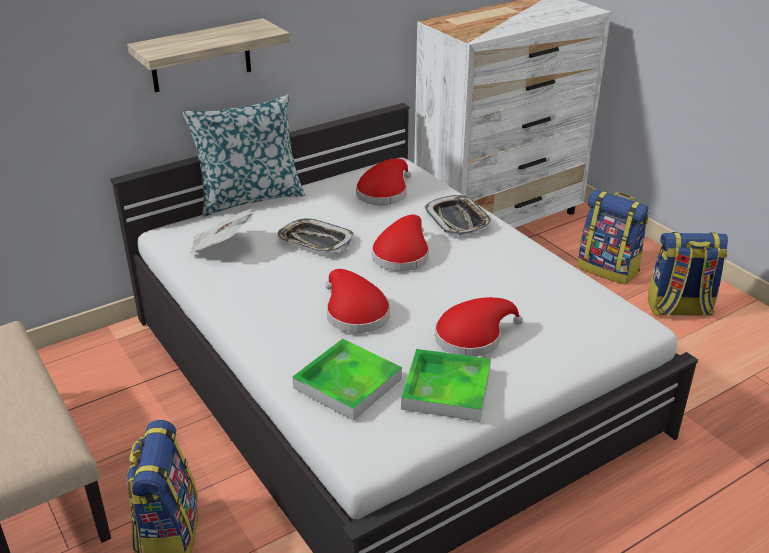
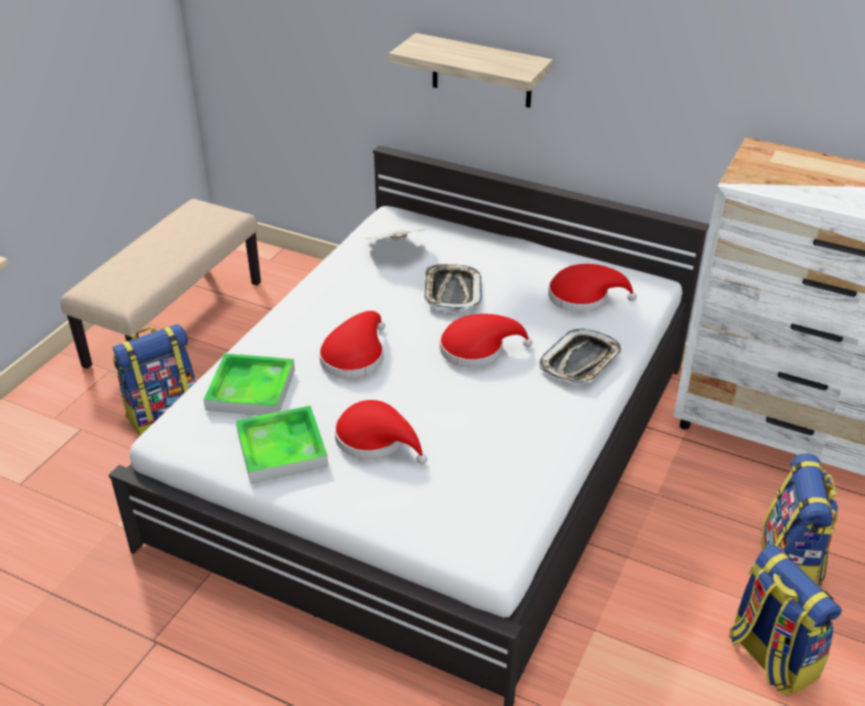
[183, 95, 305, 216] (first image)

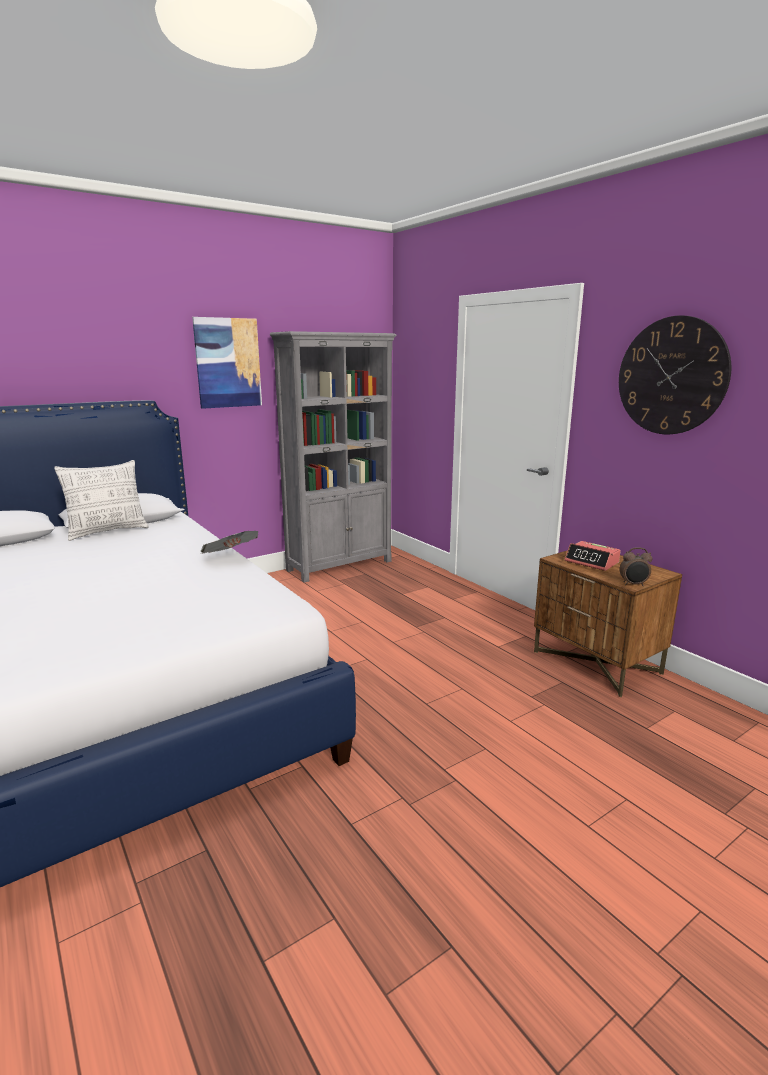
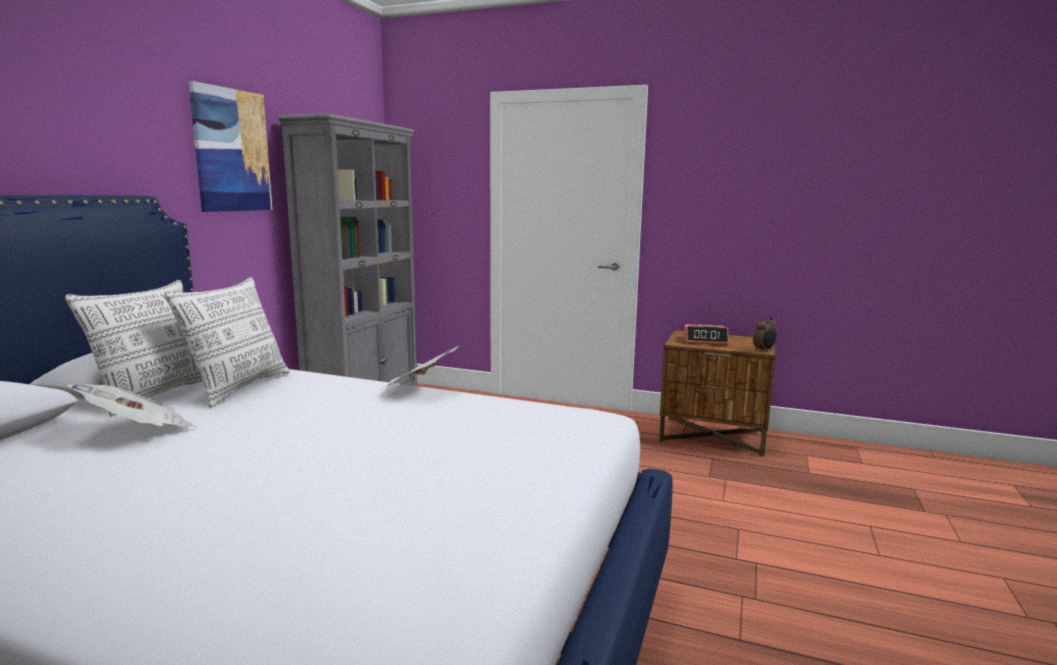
[619, 315, 731, 434] (first image)
[67, 384, 197, 427]
[164, 277, 290, 407]

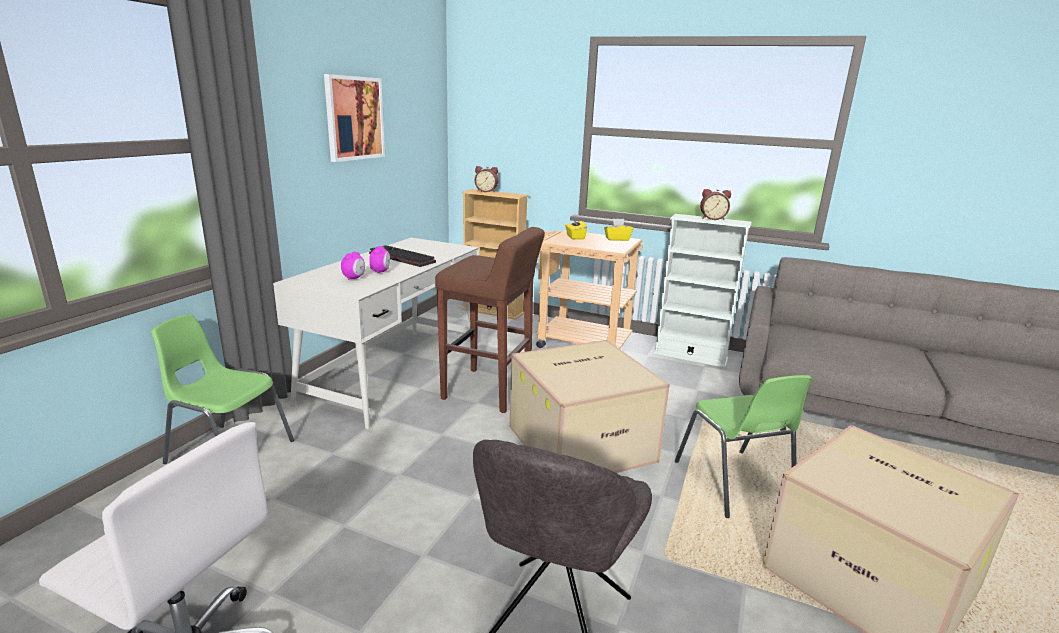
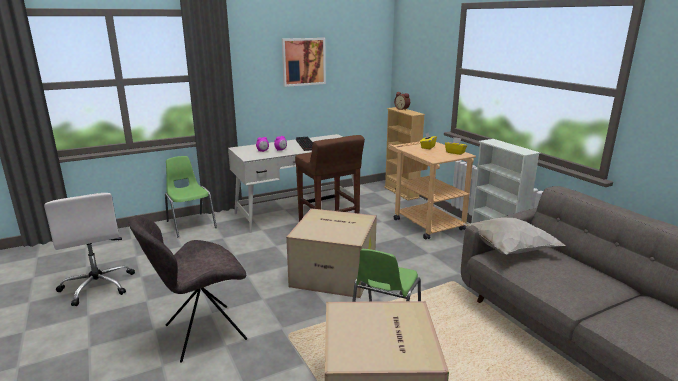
[700, 189, 731, 220] (first image)
[463, 218, 566, 255]

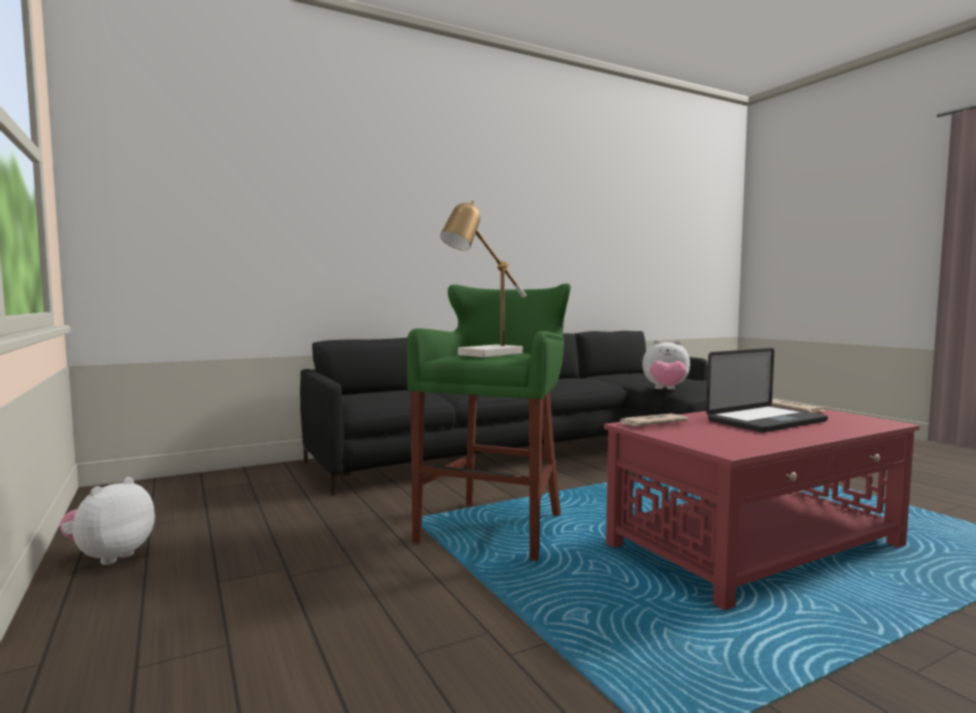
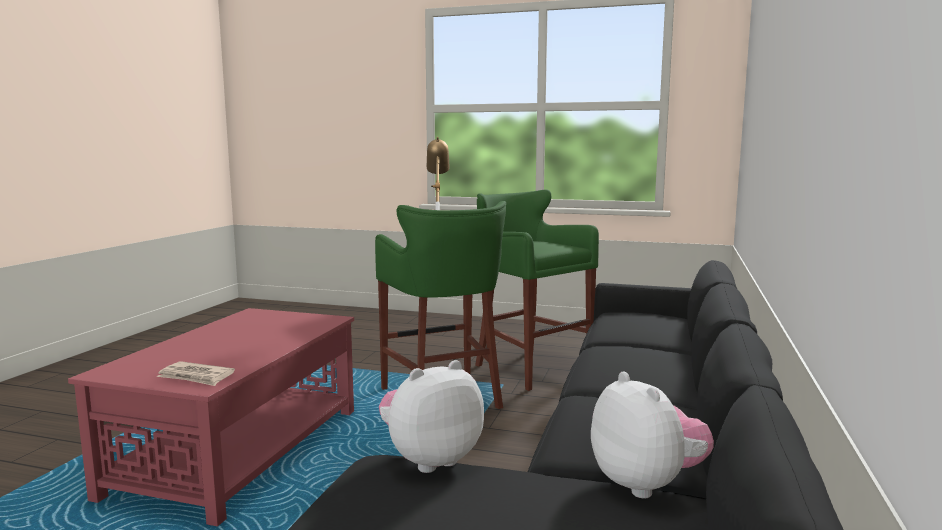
[591, 371, 714, 499]
[617, 413, 689, 426] (first image)
[706, 348, 828, 432] (first image)
[475, 190, 599, 391]

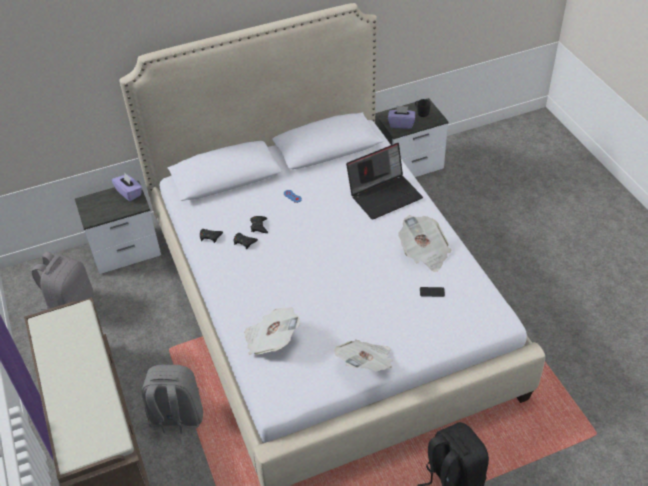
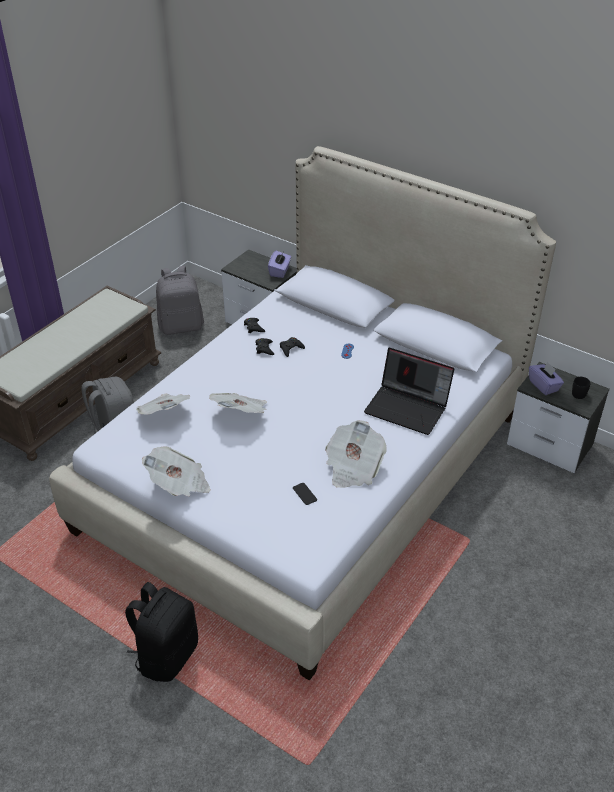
[209, 393, 267, 413]

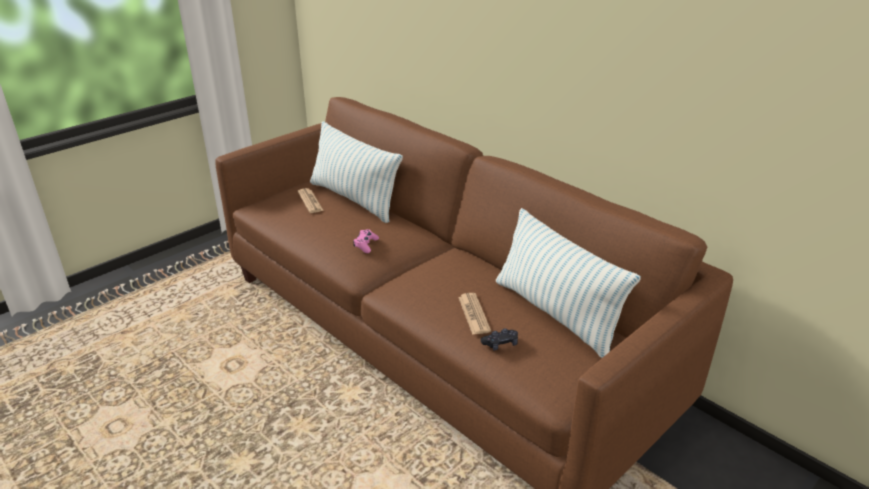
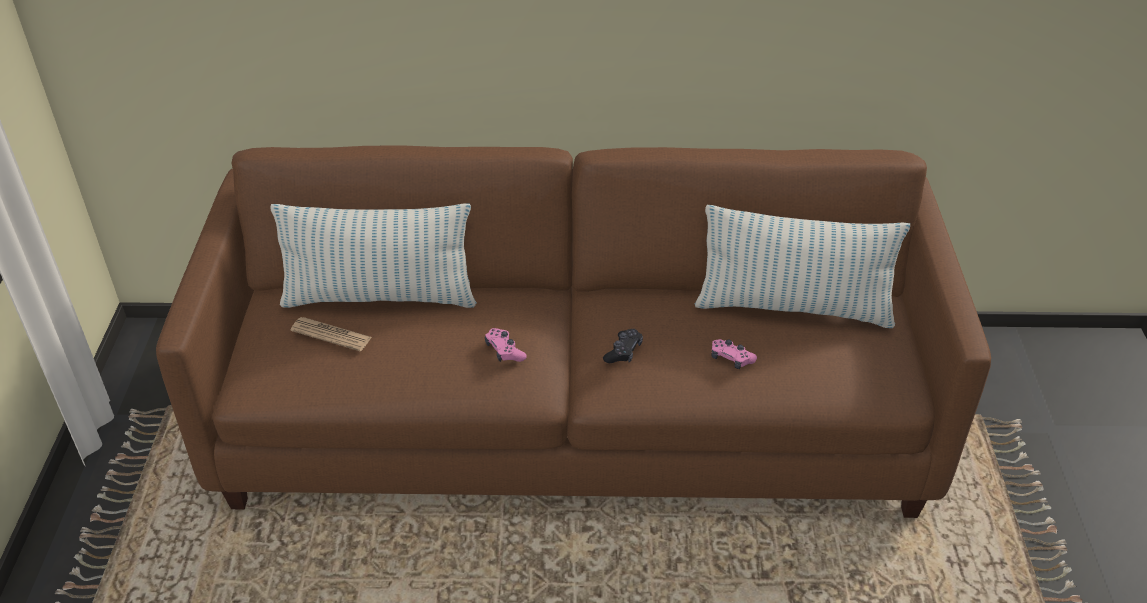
[711, 339, 757, 369]
[603, 329, 643, 363]

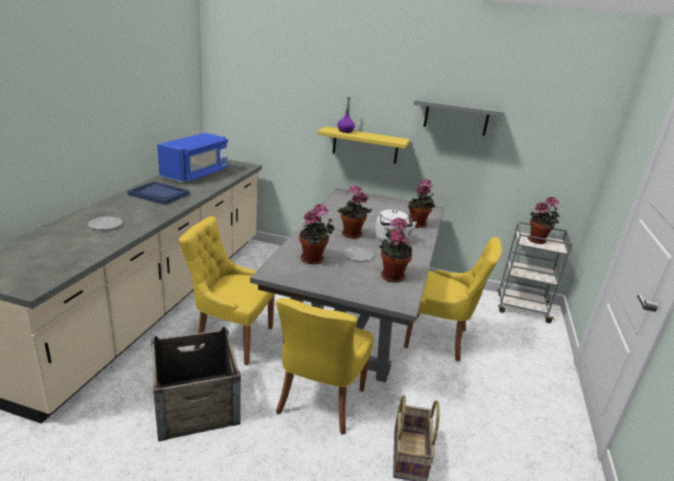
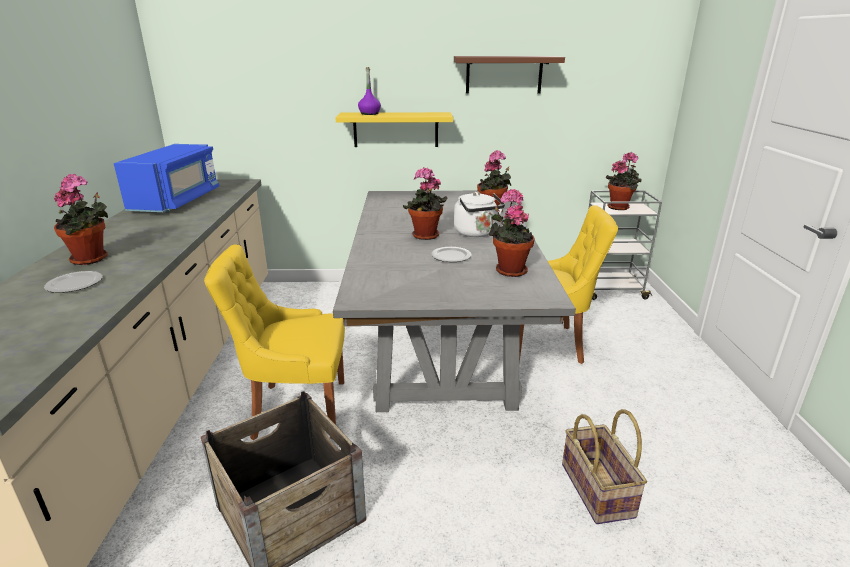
[127, 181, 189, 205] (first image)
[276, 298, 374, 435] (first image)
[54, 173, 108, 265]
[454, 56, 565, 94]

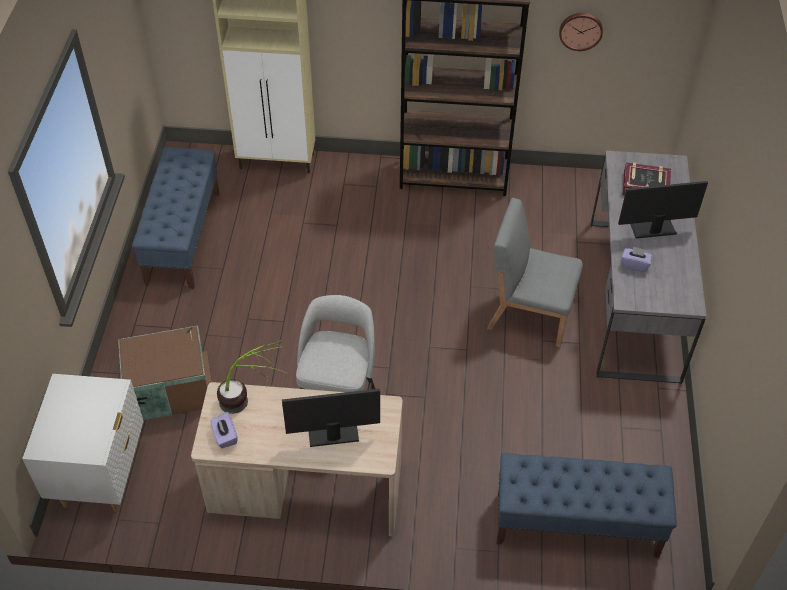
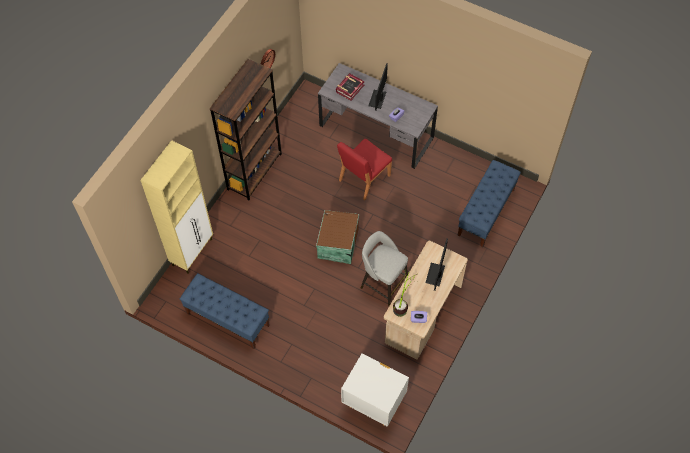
[316, 210, 359, 264]
[337, 139, 392, 200]

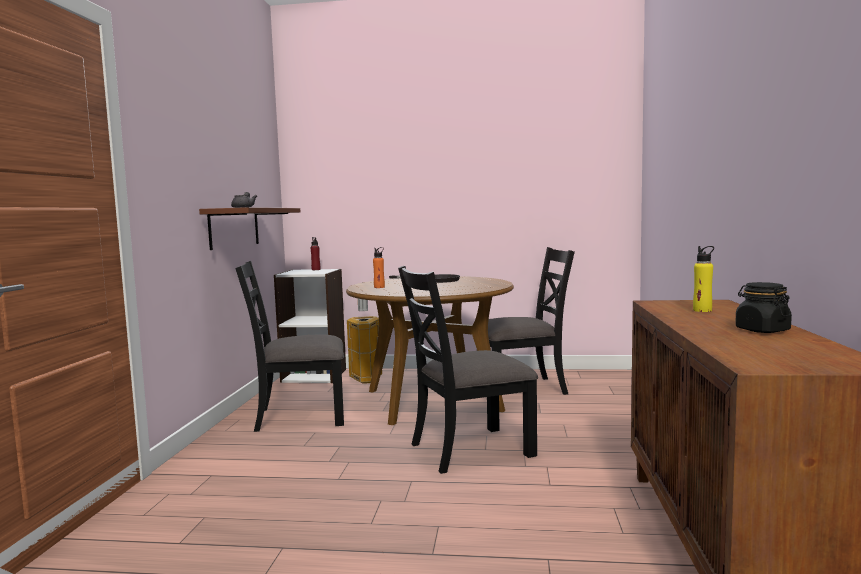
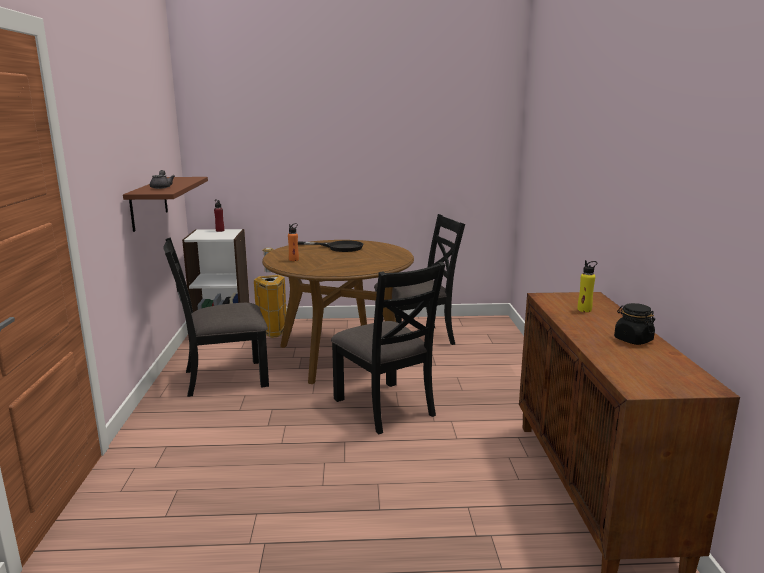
[331, 262, 445, 434]

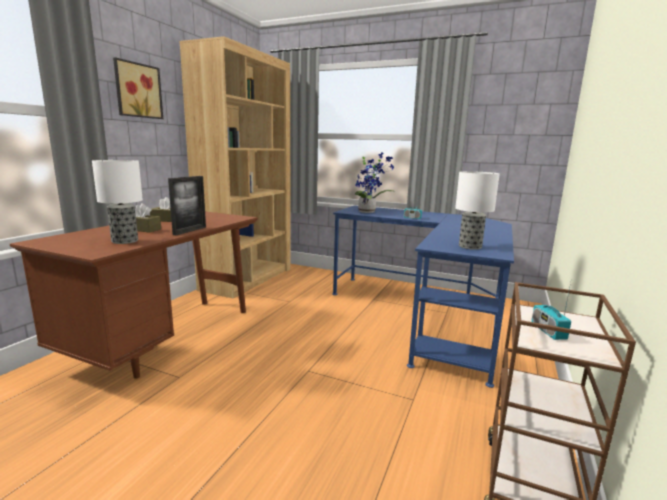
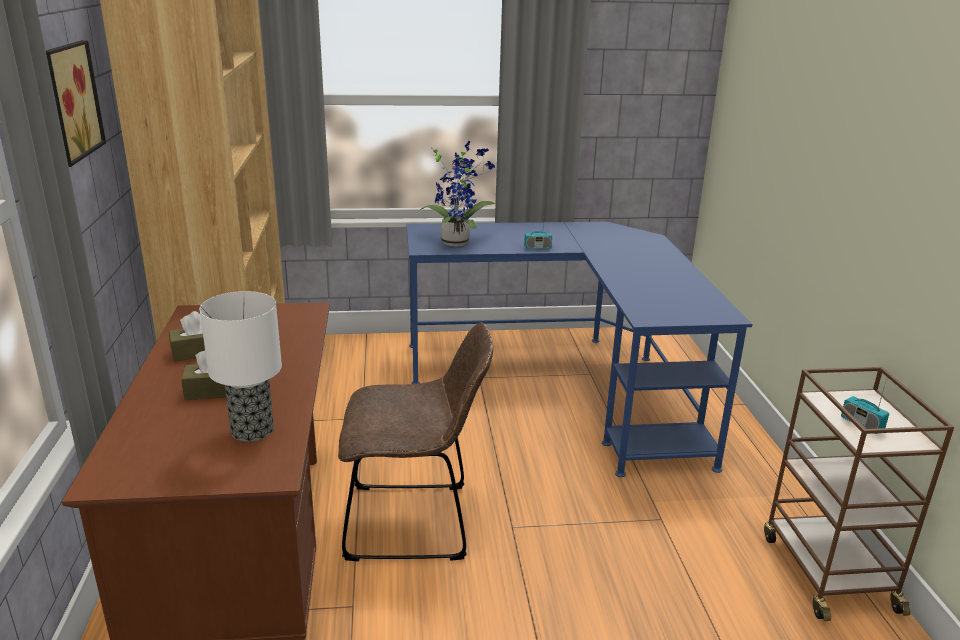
[168, 176, 206, 235] (first image)
[455, 171, 500, 250] (first image)
[338, 322, 493, 561]

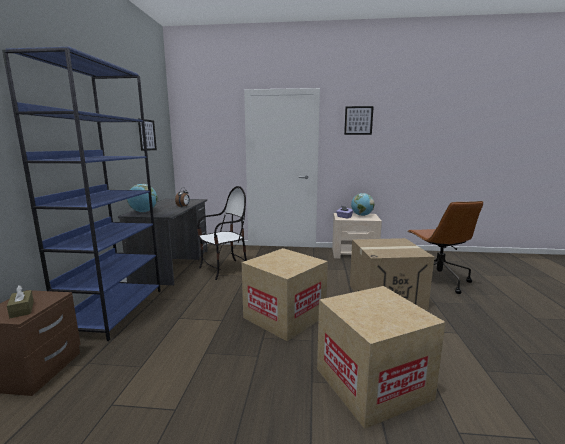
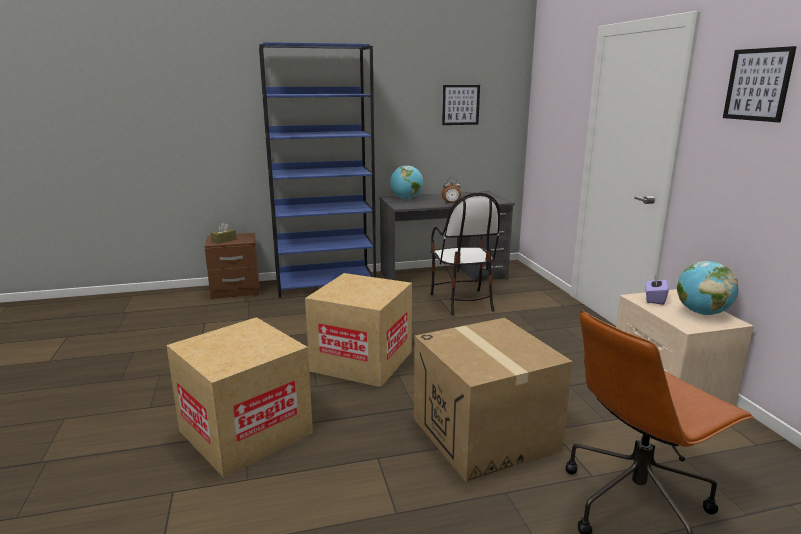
[430, 193, 500, 315]

